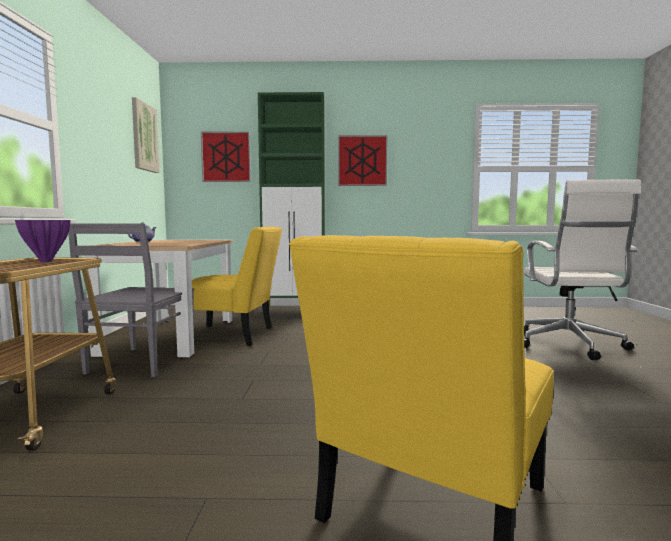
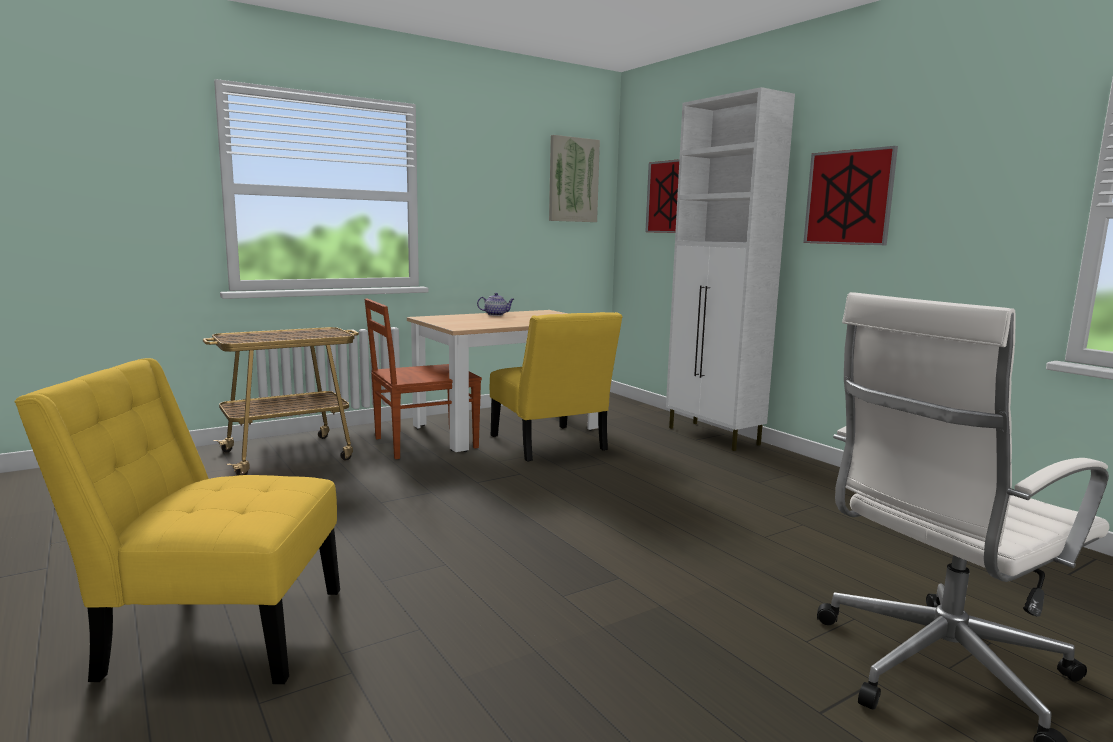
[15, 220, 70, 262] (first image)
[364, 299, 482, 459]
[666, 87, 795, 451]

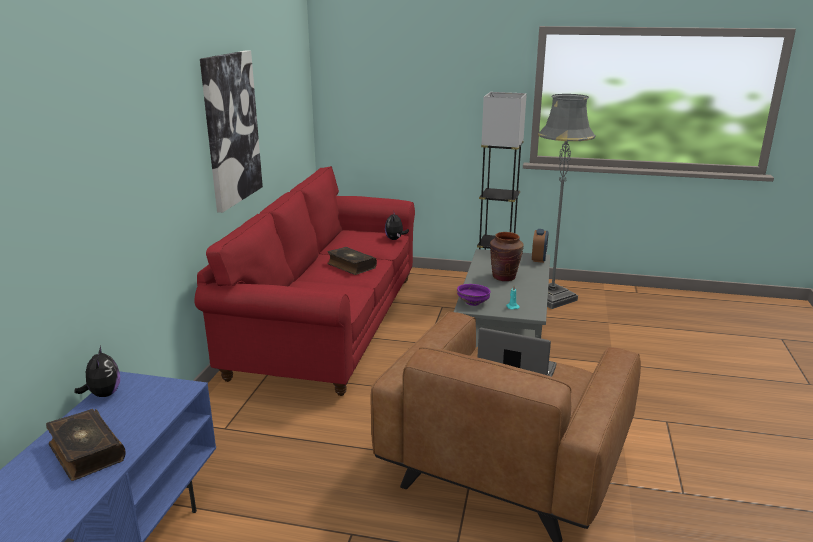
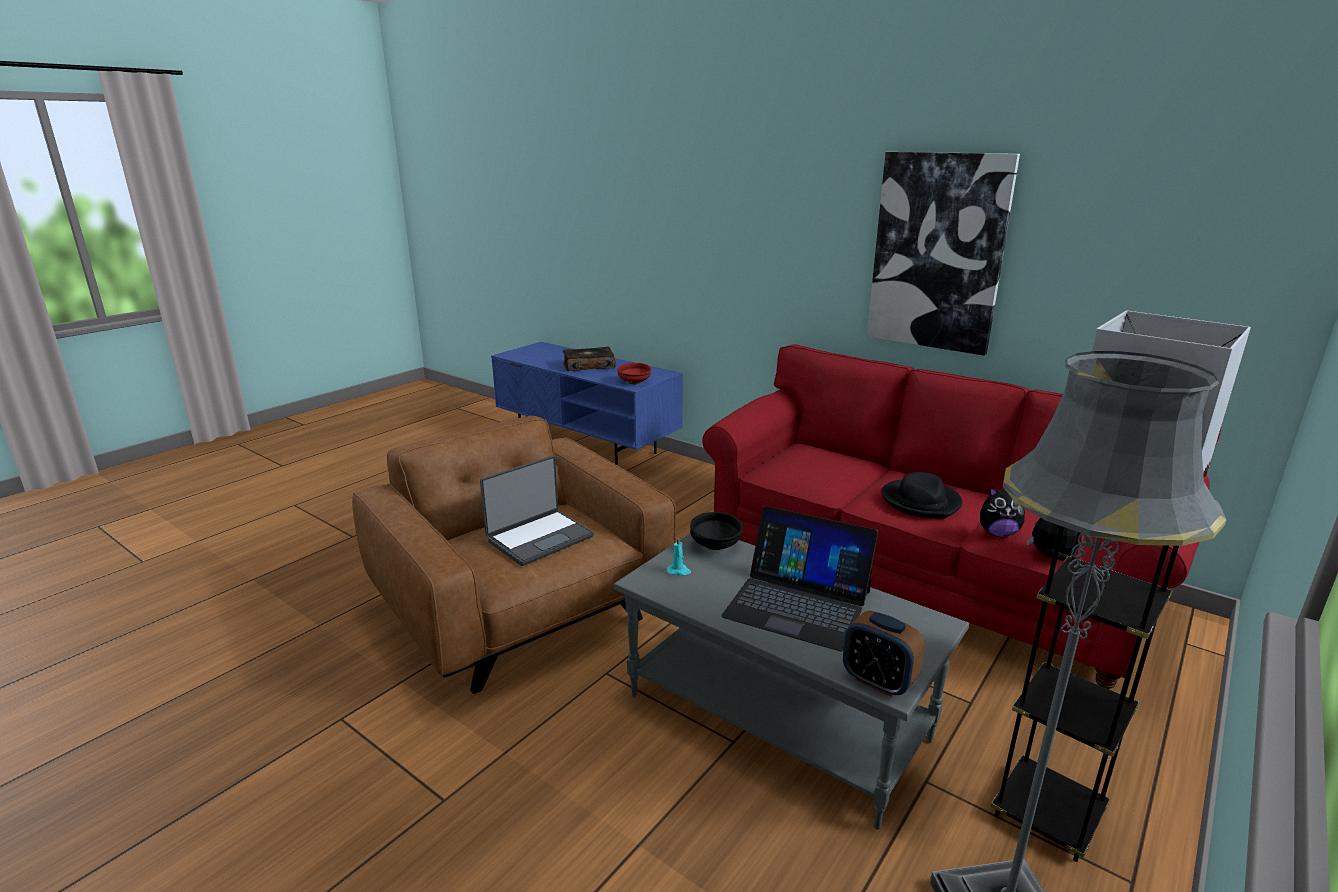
[980, 487, 1025, 537]
[881, 472, 962, 519]
[690, 512, 743, 550]
[721, 506, 878, 651]
[617, 363, 651, 384]

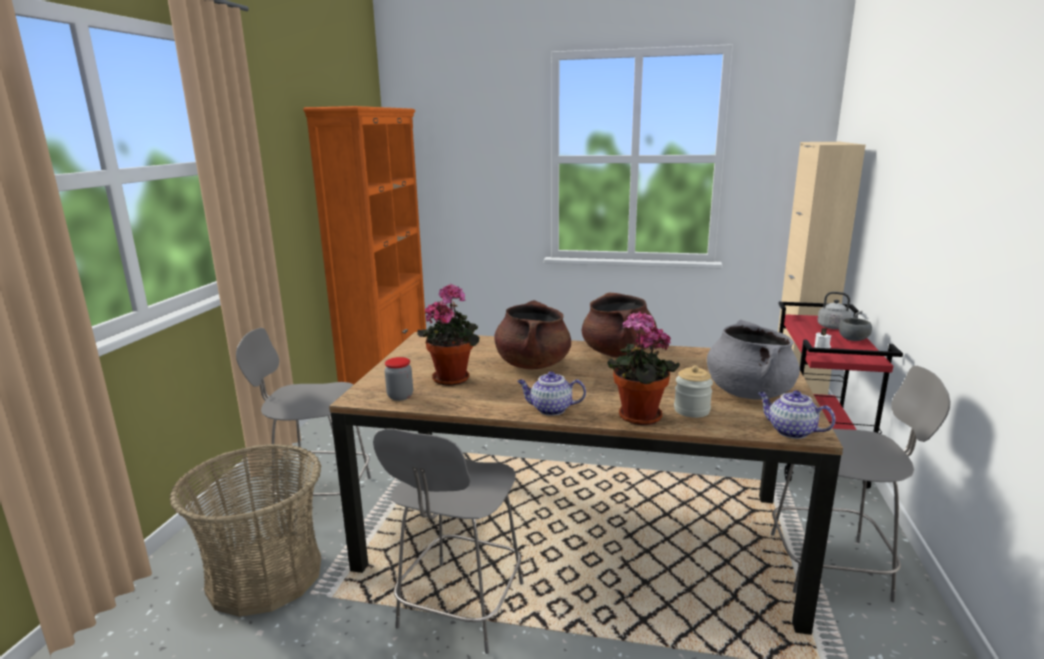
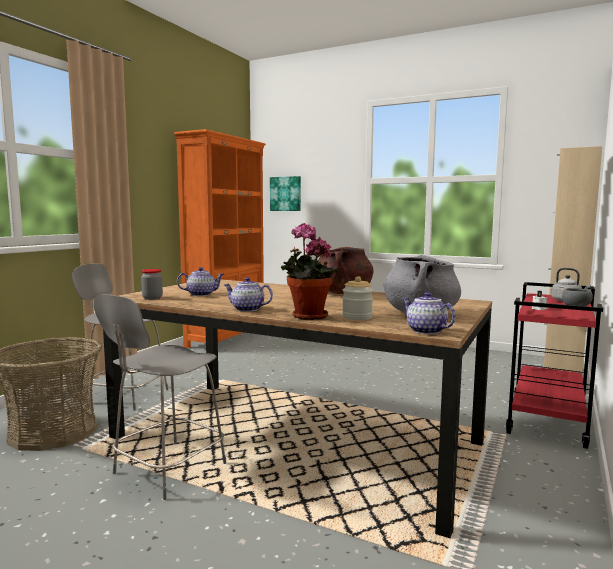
[177, 267, 224, 296]
[494, 300, 571, 369] (first image)
[771, 366, 951, 602] (first image)
[270, 176, 301, 211]

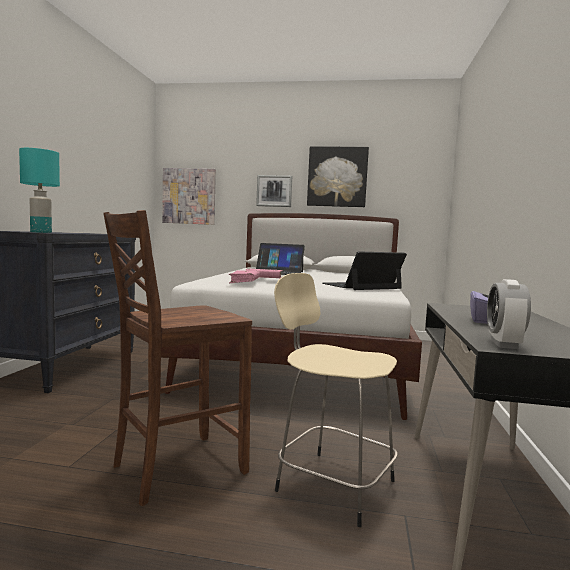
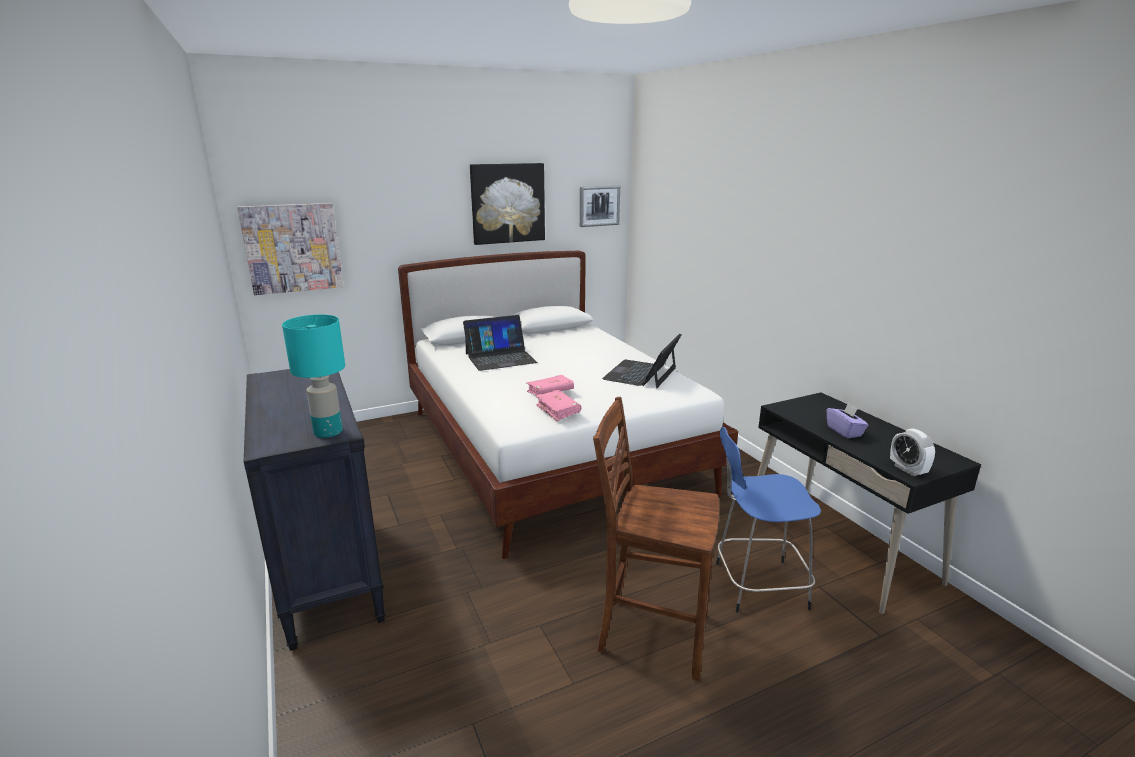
[593, 397, 719, 681]
[580, 186, 620, 227]
[716, 427, 821, 613]

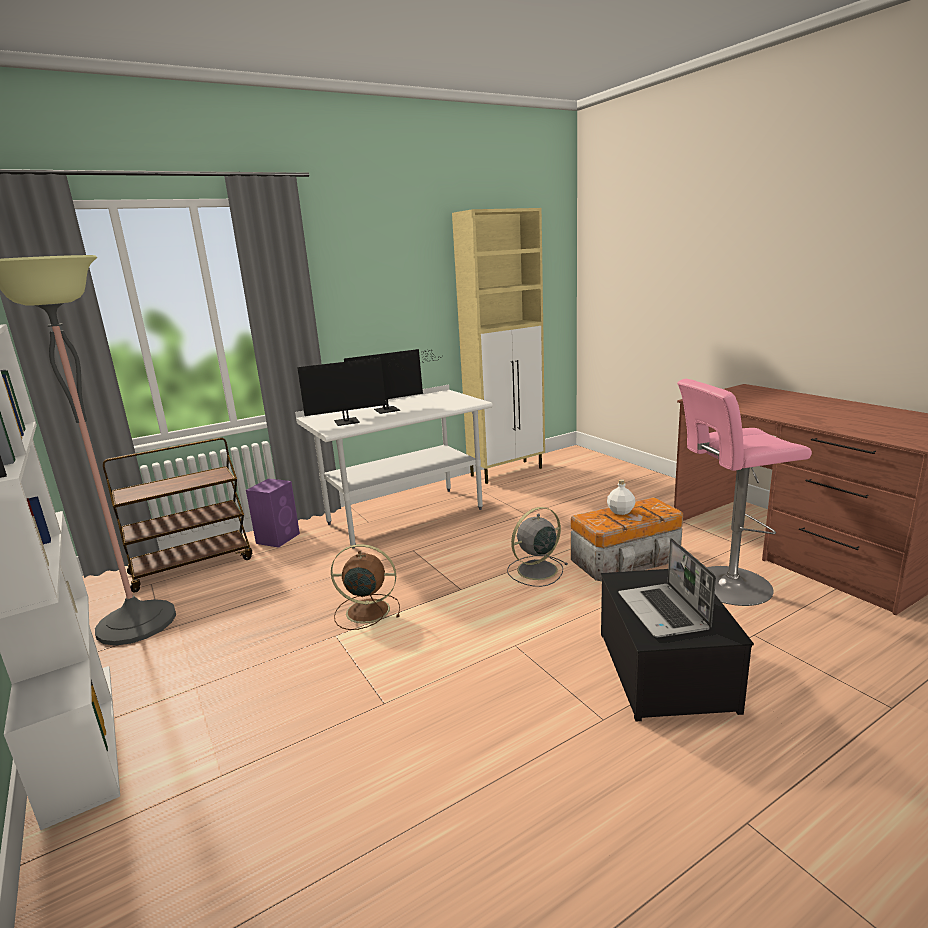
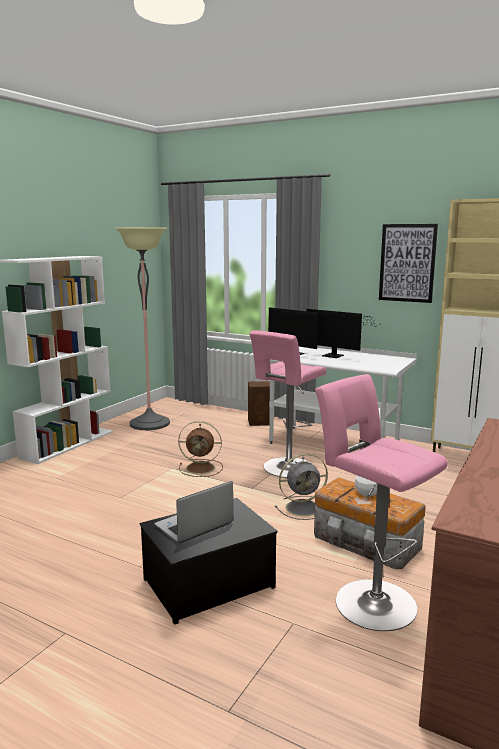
[103, 437, 252, 592] (first image)
[248, 381, 270, 426]
[178, 421, 223, 477]
[275, 454, 328, 520]
[249, 330, 326, 478]
[379, 224, 438, 303]

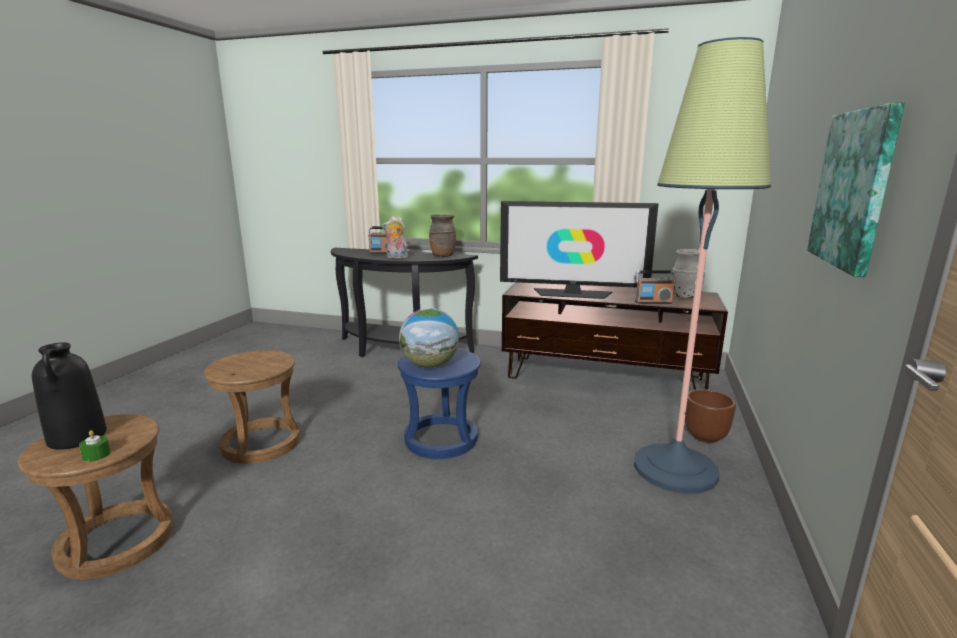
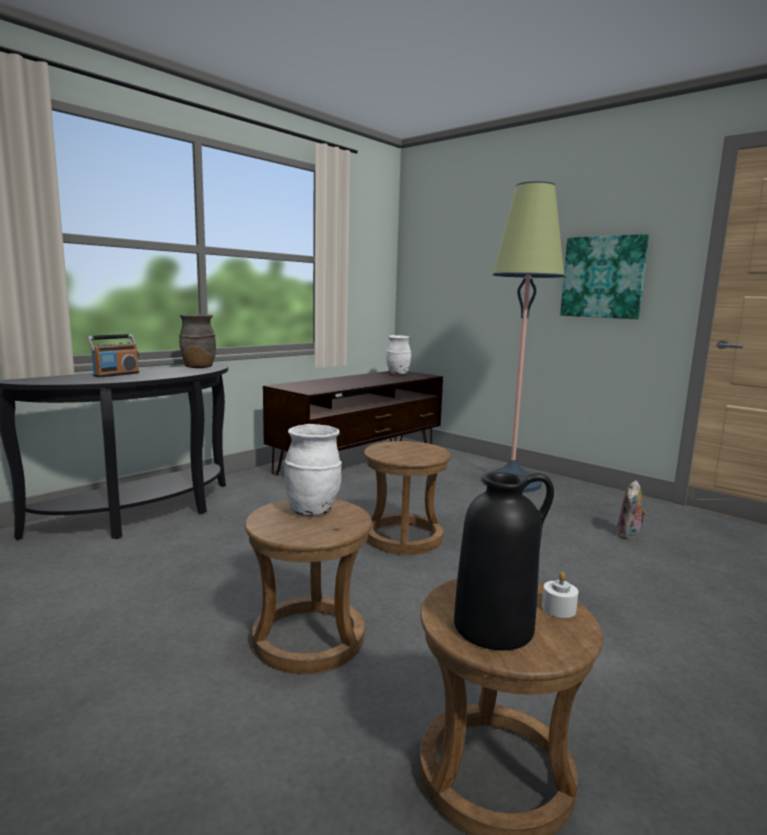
[542, 572, 578, 618]
[616, 480, 647, 539]
[364, 441, 451, 555]
[399, 308, 459, 368] (first image)
[500, 201, 659, 299] (first image)
[635, 270, 675, 304] (first image)
[685, 389, 736, 443] (first image)
[284, 424, 342, 516]

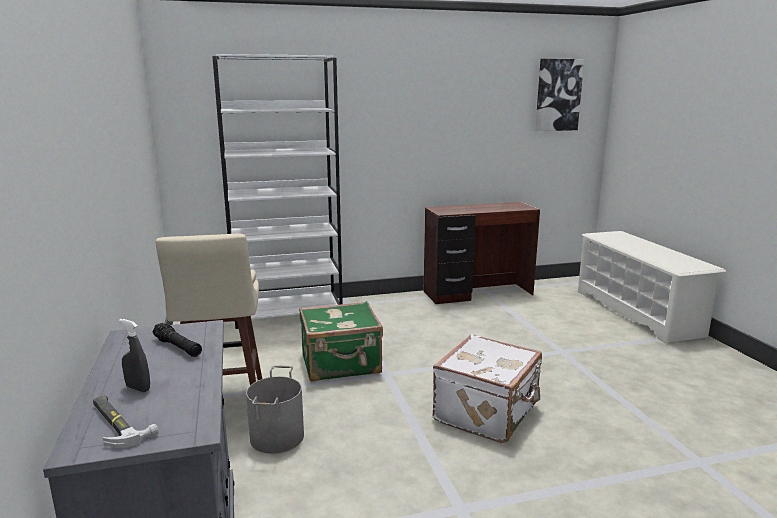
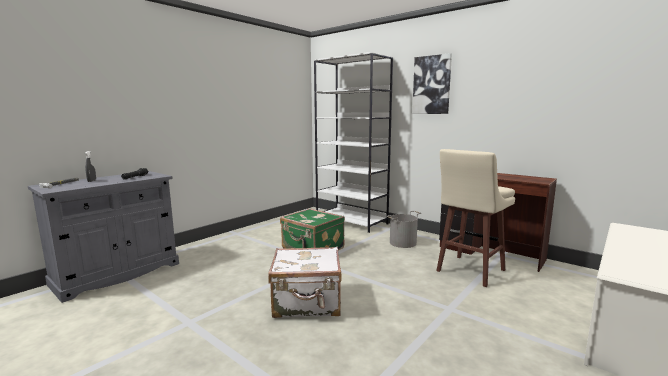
[436, 149, 515, 287]
[387, 211, 421, 248]
[412, 53, 452, 114]

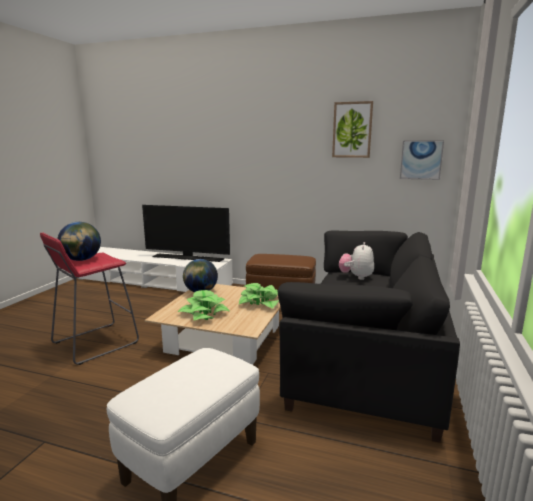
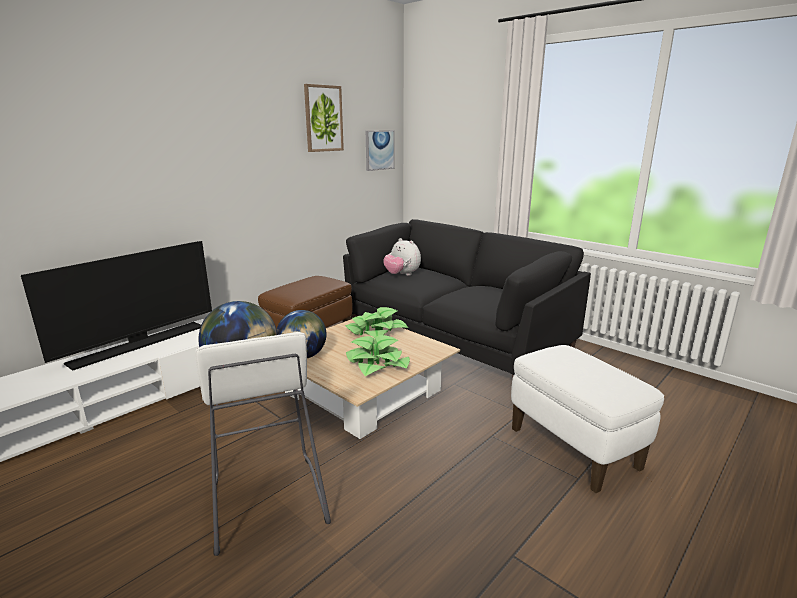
[195, 332, 331, 556]

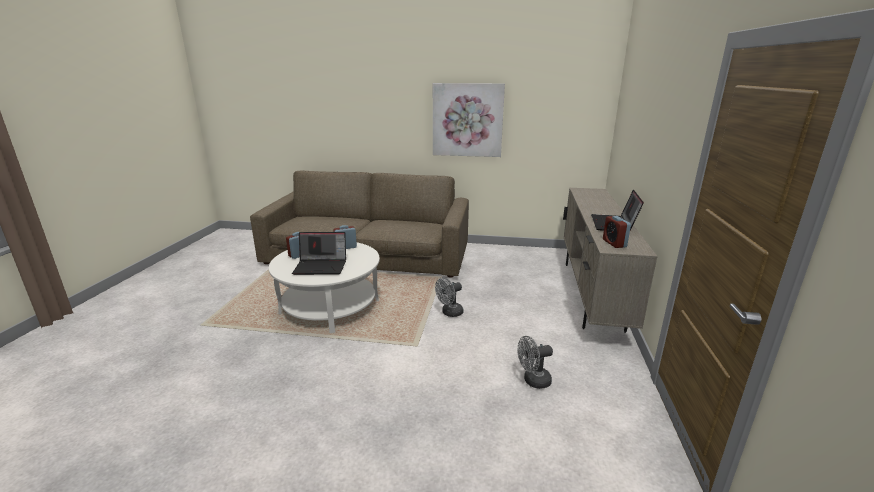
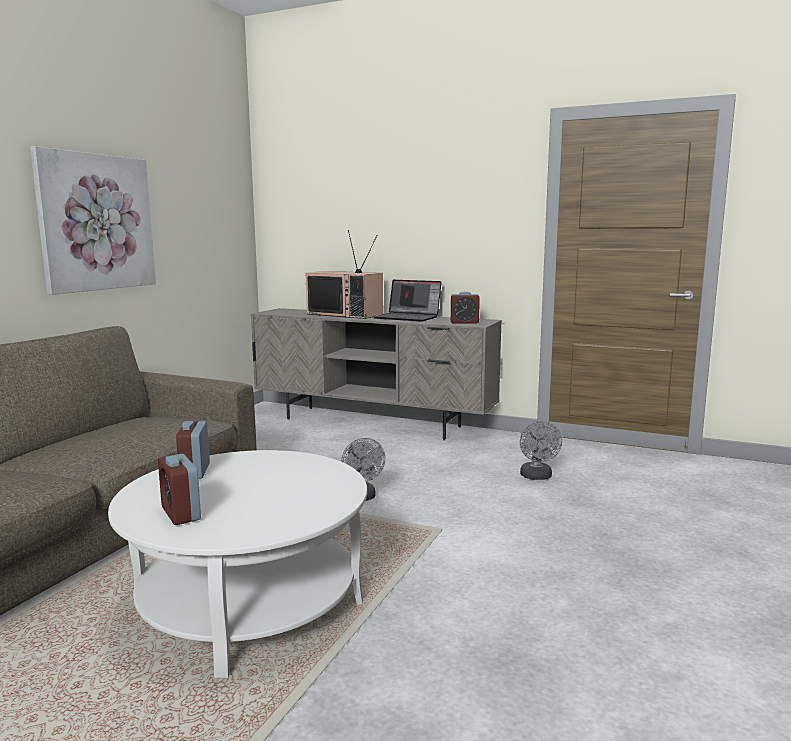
[292, 232, 346, 275] (first image)
[306, 230, 383, 319]

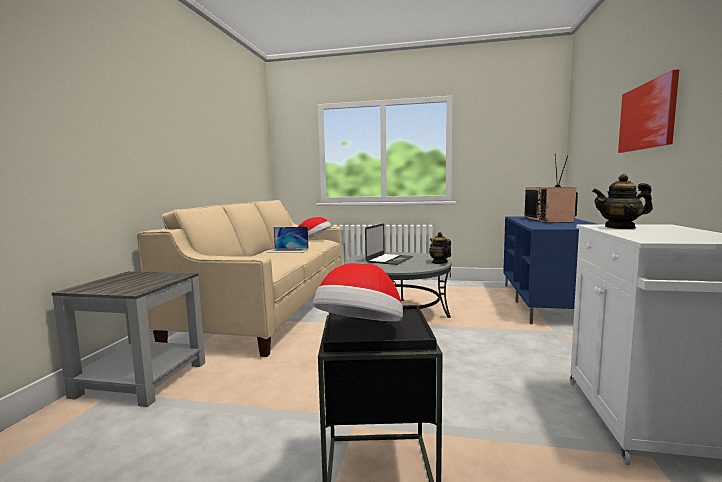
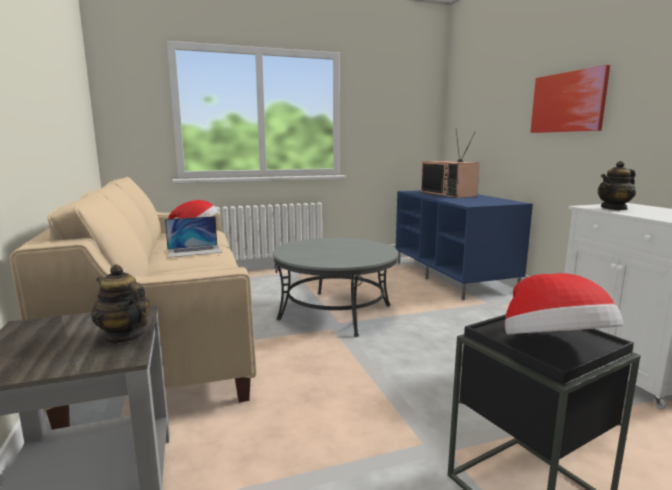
[365, 223, 413, 265] (first image)
[91, 264, 150, 344]

